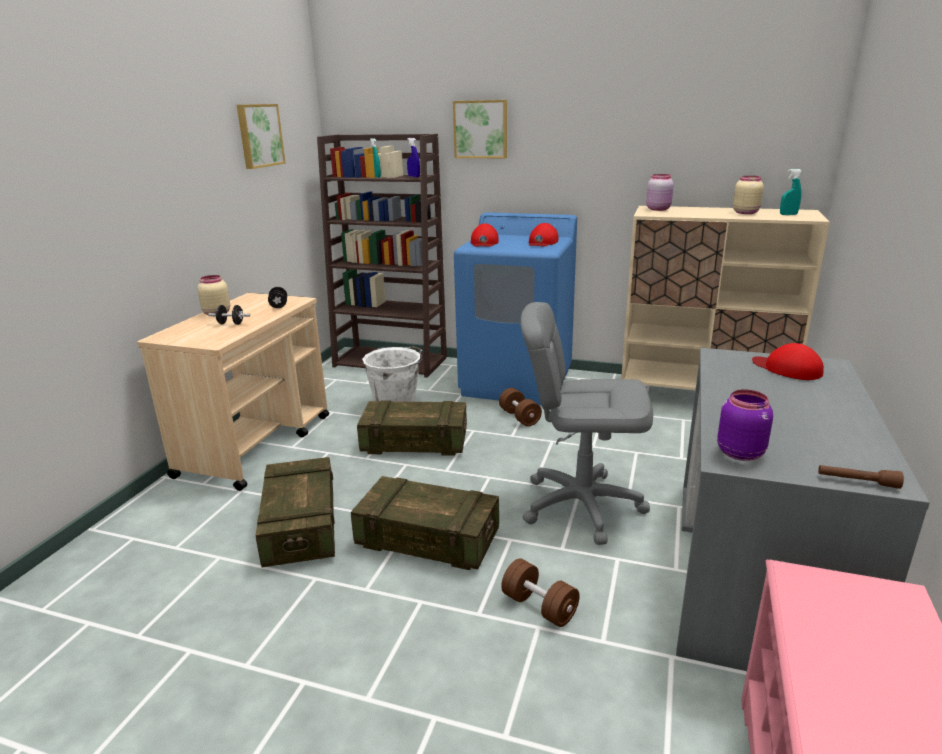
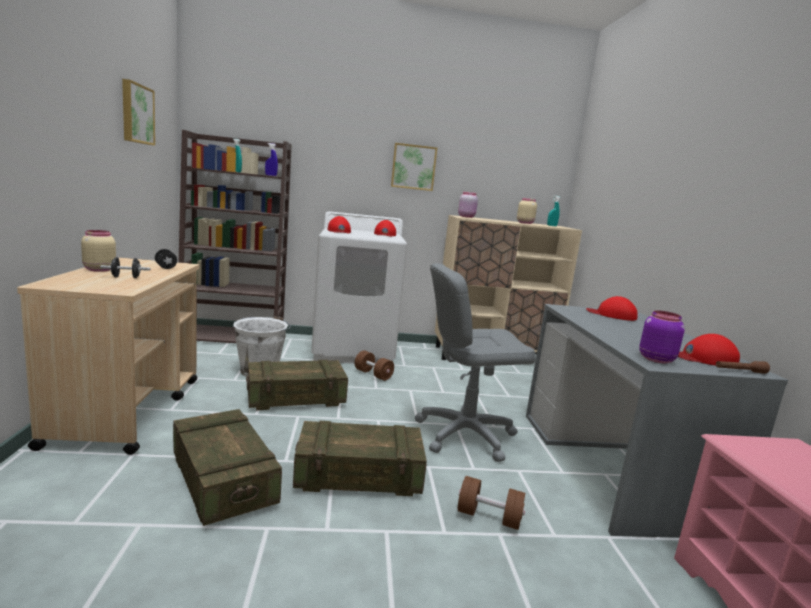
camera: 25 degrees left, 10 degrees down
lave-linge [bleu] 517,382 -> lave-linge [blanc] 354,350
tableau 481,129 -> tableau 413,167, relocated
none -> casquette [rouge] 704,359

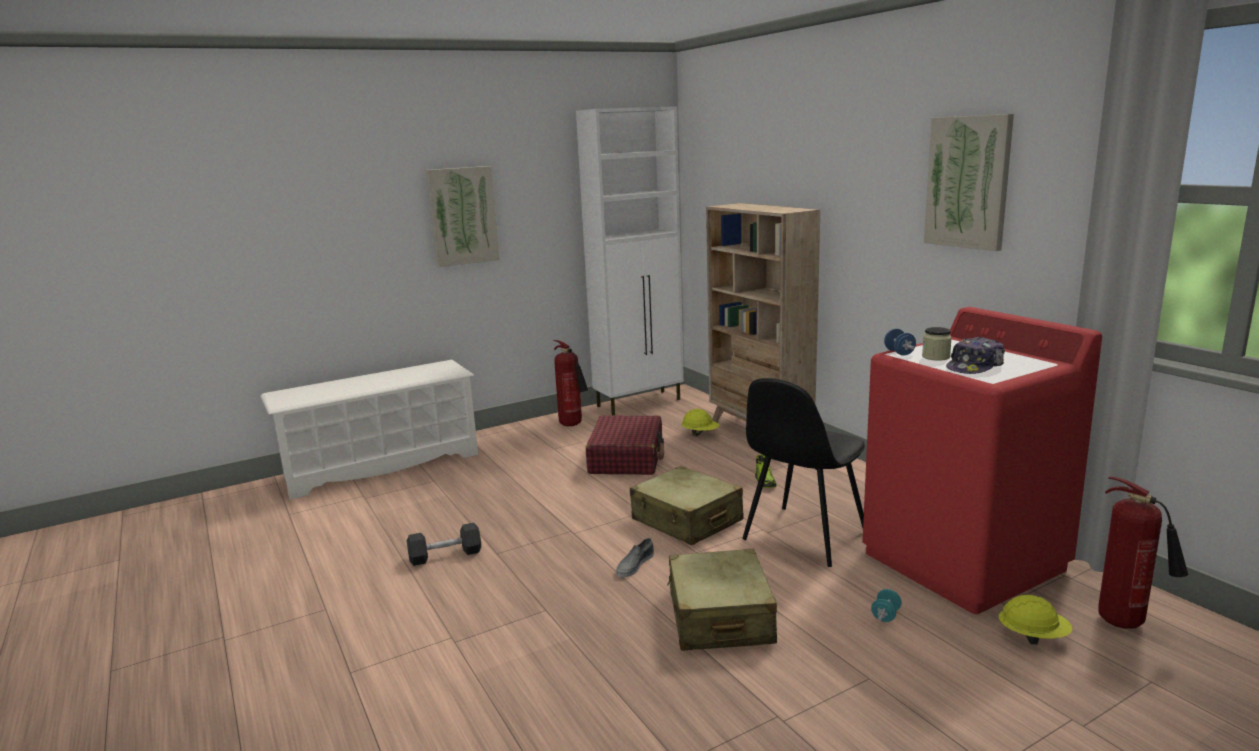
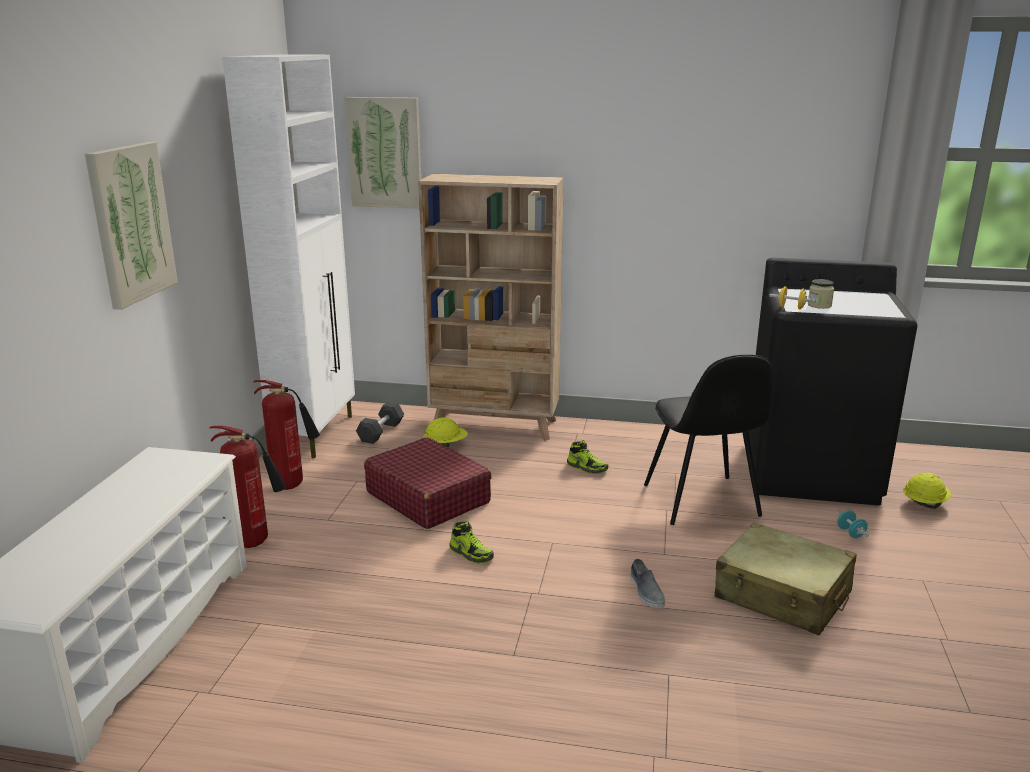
camera: 50 degrees left, 5 degrees up
extincteur 1126,624 -> extincteur 256,542, relocated
tableau 968,182 -> tableau 385,153, relocated
haltère [gris] 445,555 -> haltère [gris] 381,432, relocated
none -> chaussure 471,554
lave-linge [rouge] 964,561 -> lave-linge [noir] 811,472
haltère [bleu] 899,353 -> haltère [jaune] 791,307
valise [beige] 686,520 -> none
casquette 975,367 -> none

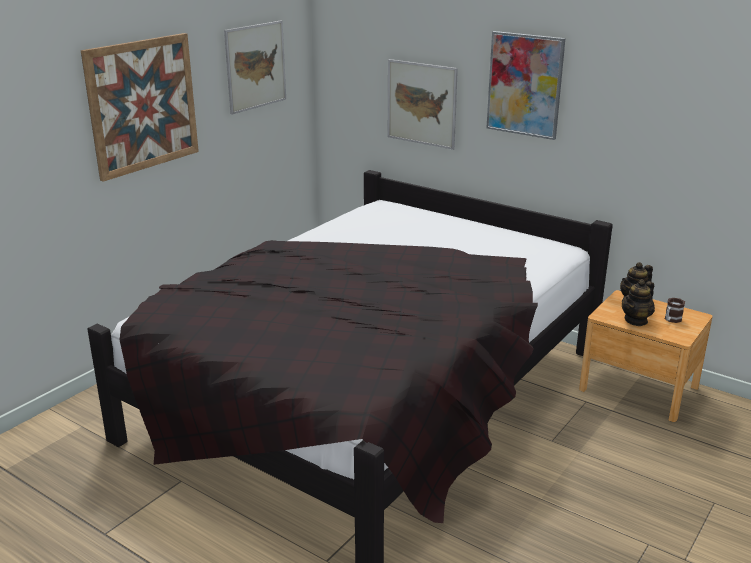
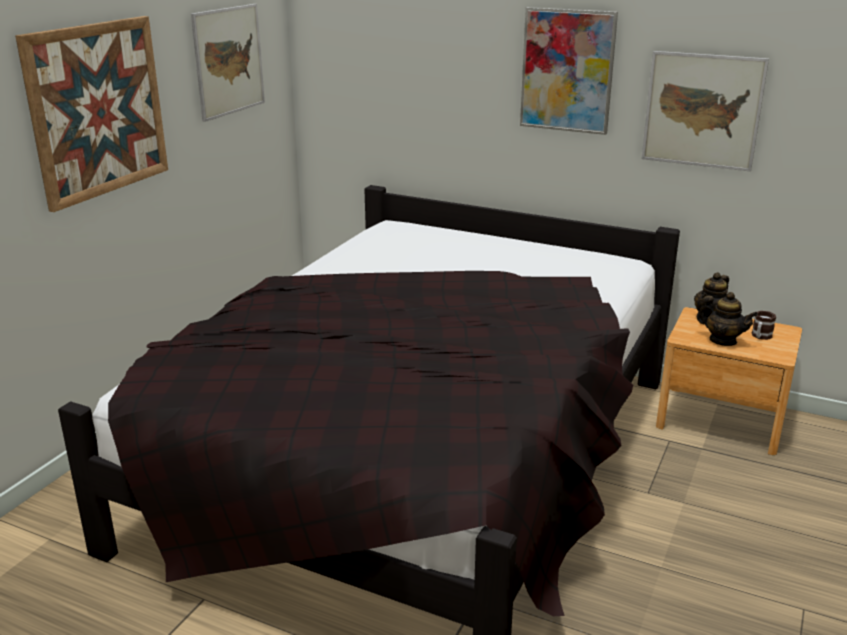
camera: 10 degrees left, 0 degrees up
tableau 421,103 -> tableau 702,110, relocated
théière 636,320 -> théière 722,341, 90 degrees counterclockwise

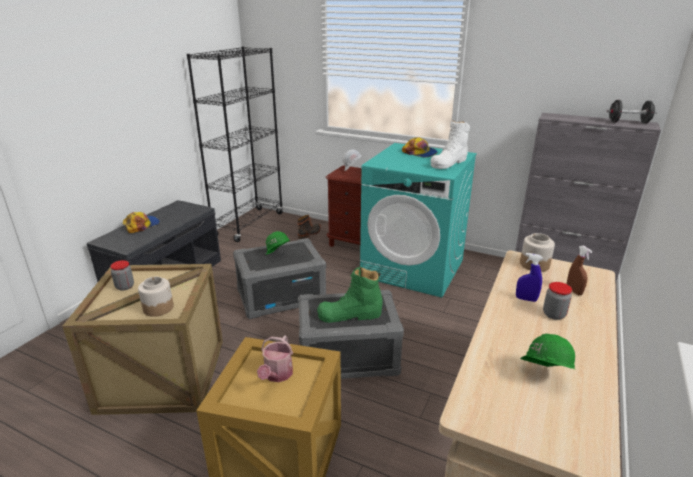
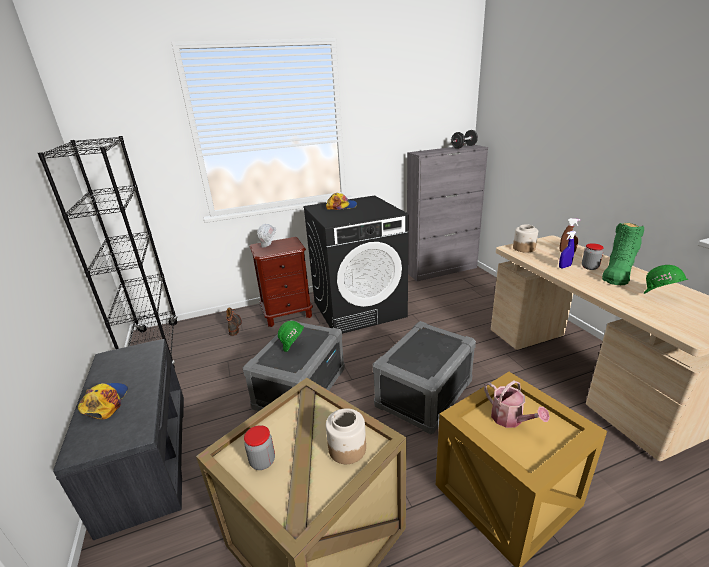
camera: 45 degrees left, 0 degrees up
lave-linge [turquoise] 413,268 -> lave-linge [noir] 359,309
botte [vert] 349,315 -> botte [vert] 617,273, relocated
botte [blanc] 449,163 -> none

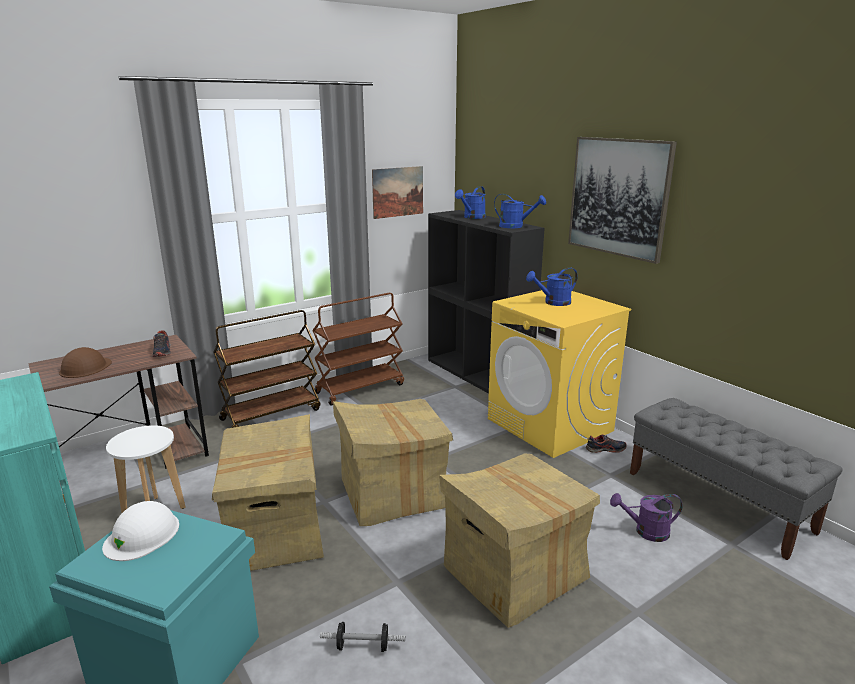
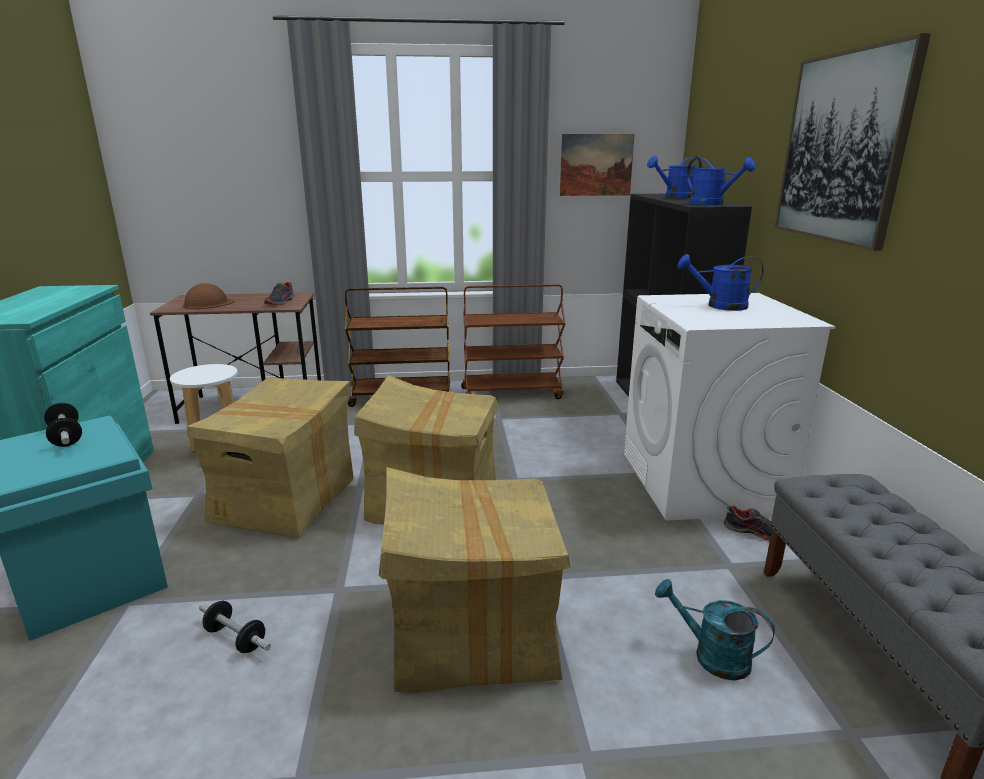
camera: 30 degrees right, 0 degrees up
casque de chantier [blanc] 142,535 -> haltère 66,437
lave-linge [jaune] 550,425 -> lave-linge [blanc] 701,482
arrosoir [violet] 646,531 -> arrosoir [turquoise] 711,656

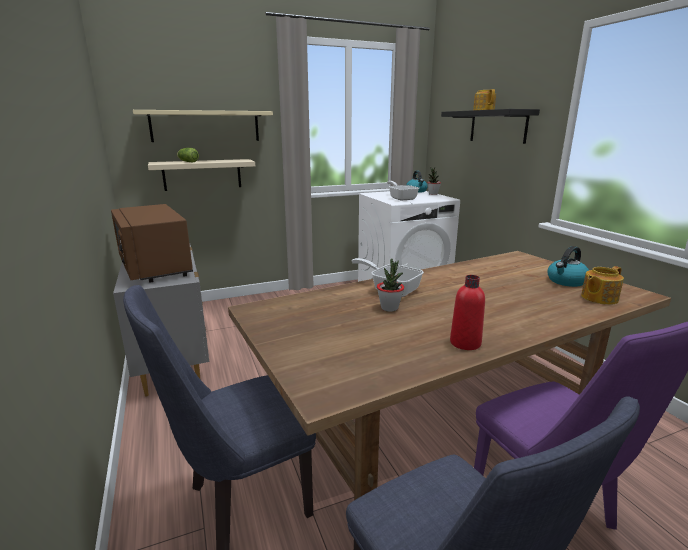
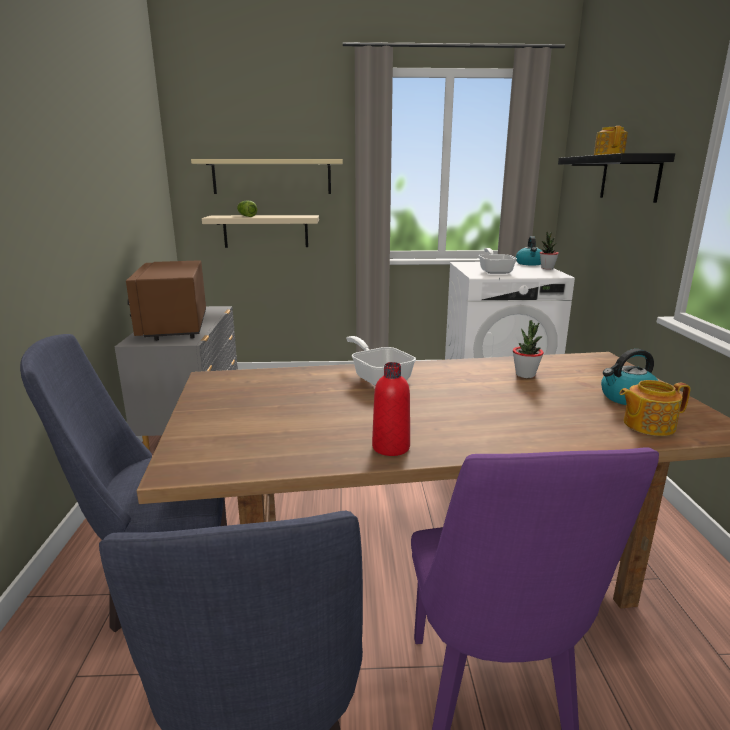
camera: 20 degrees right, 0 degrees up
plante en pot 389,308 -> plante en pot 525,375, relocated

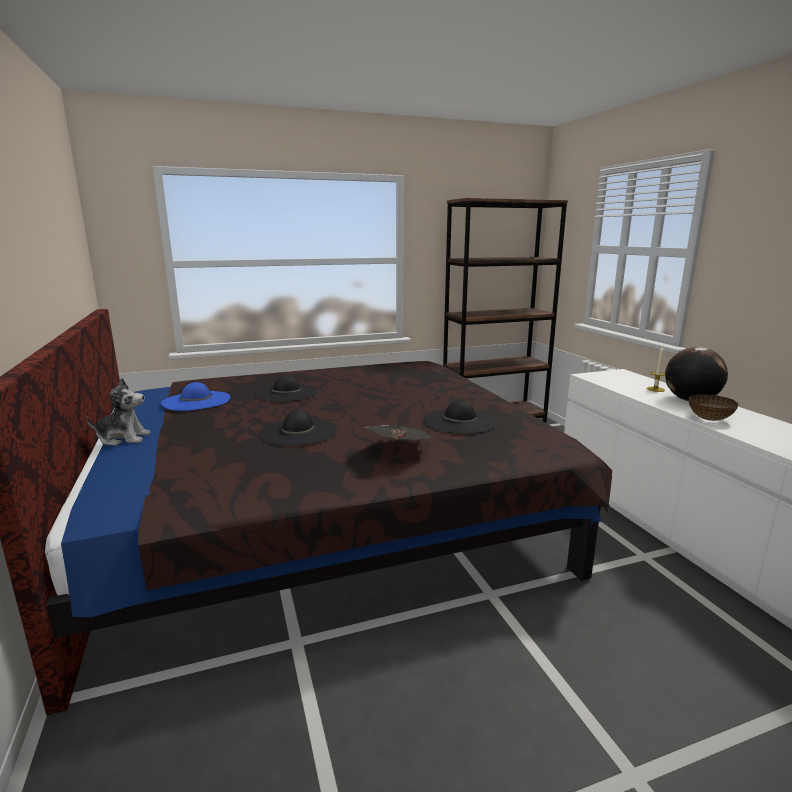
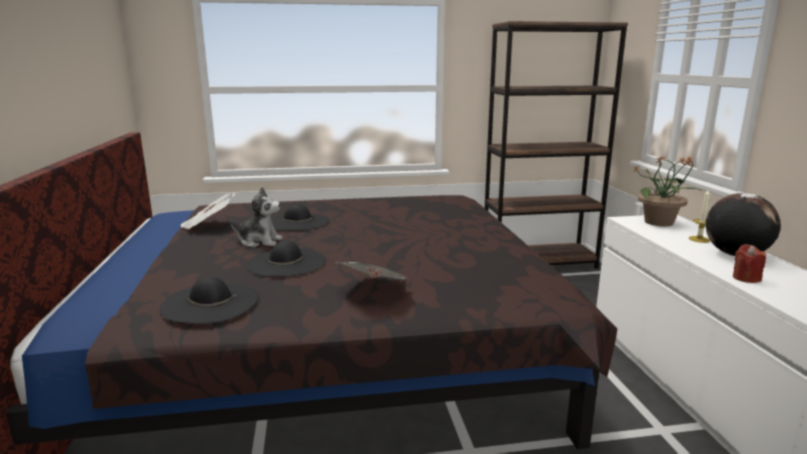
camera: 10 degrees right, 0 degrees up
chapeau [noir] 459,421 -> chapeau [noir] 210,303, relocated
chapeau [bleu] 196,401 -> journal 208,225
peluche 123,438 -> peluche 259,241, relocated
none -> plante en pot 660,222
bol 708,419 -> bougie [rouge] 746,278

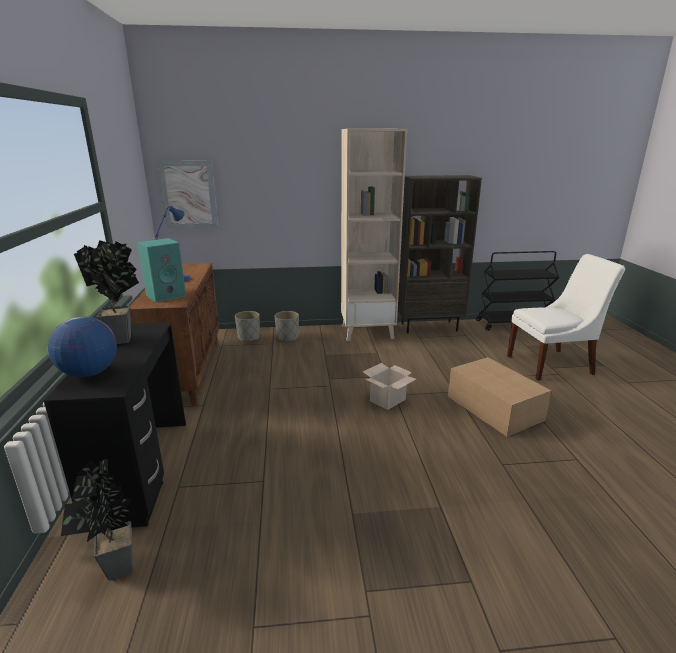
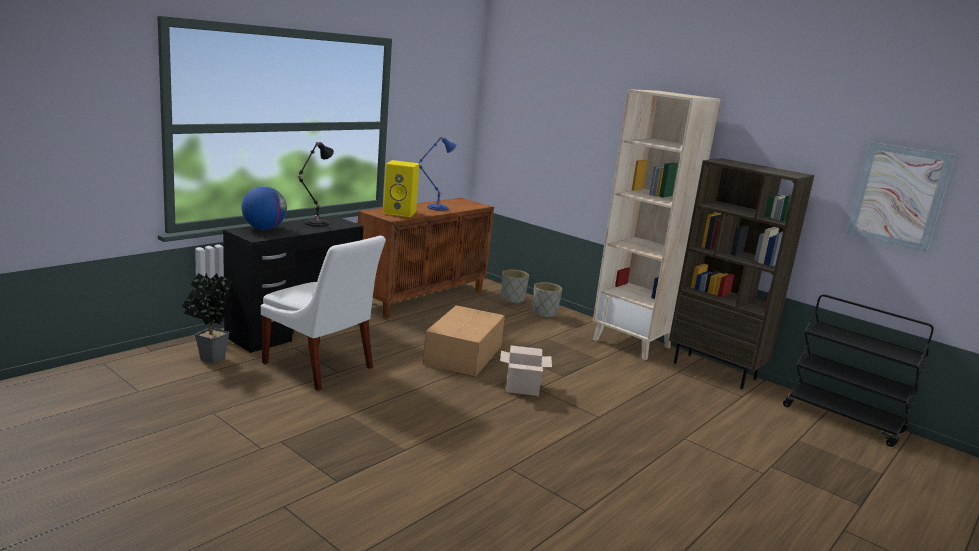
camera: 45 degrees right, 5 degrees down
chaise [blanc] 552,364 -> chaise [blanc] 320,367, relocated
plante en pot 123,340 -> lampe de table [noir] 315,223
enceinte [turquoise] 166,295 -> enceinte [jaune] 400,212
carton 493,407 -> carton 464,354, relocated
tableau 189,195 -> tableau 898,196, relocated

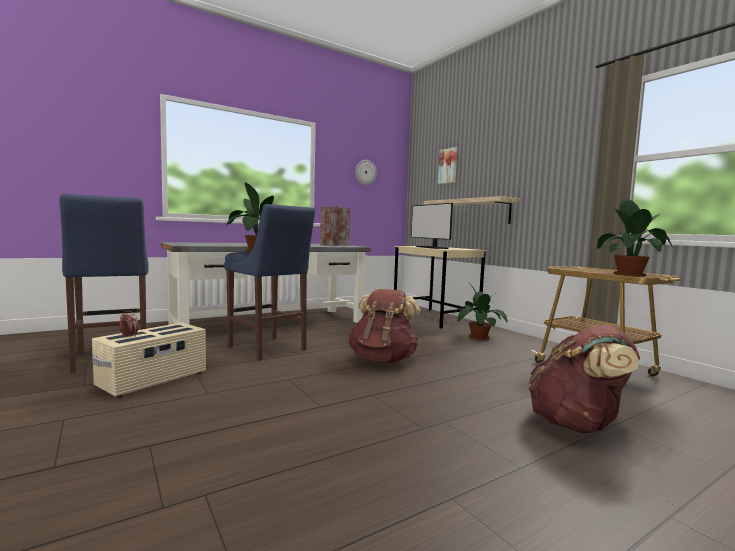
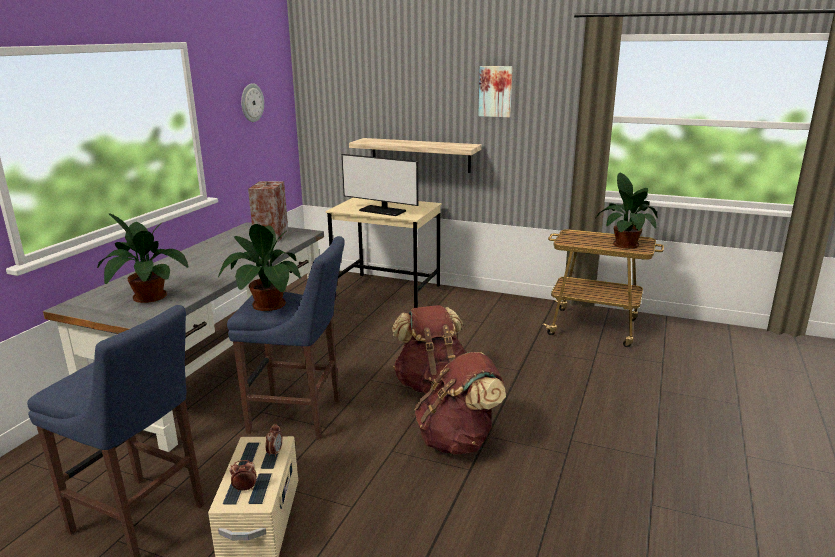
camera: 35 degrees left, 15 degrees up
plante en pot 477,336 -> plante en pot 146,296, relocated
none -> réveil 275,452
sac à dos [marron] 577,424 -> sac à dos [marron] 459,441, relocated
tableau 448,166 -> tableau 495,91, relocated

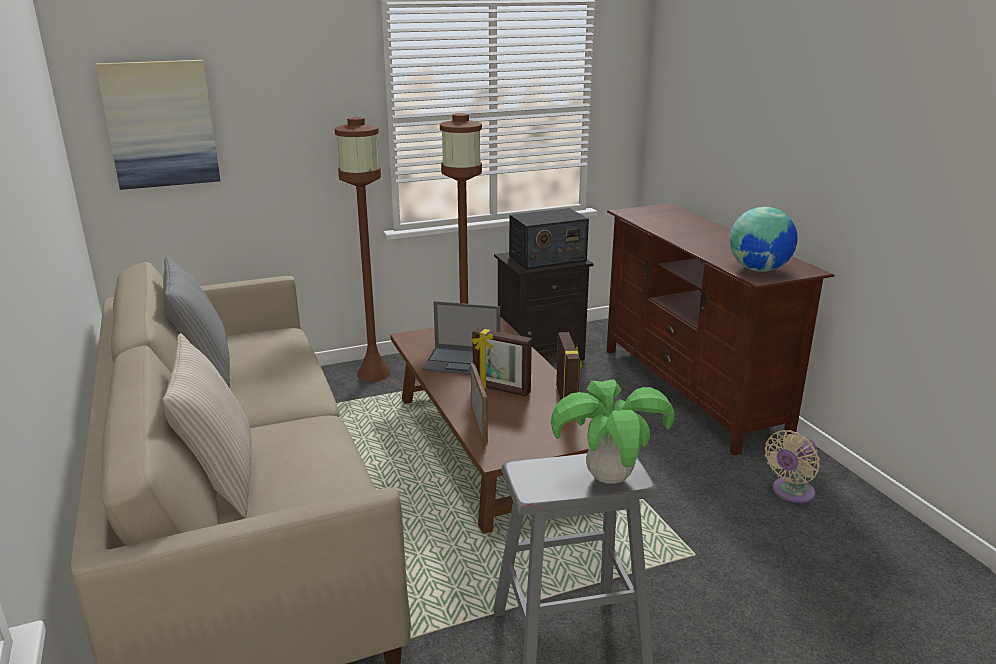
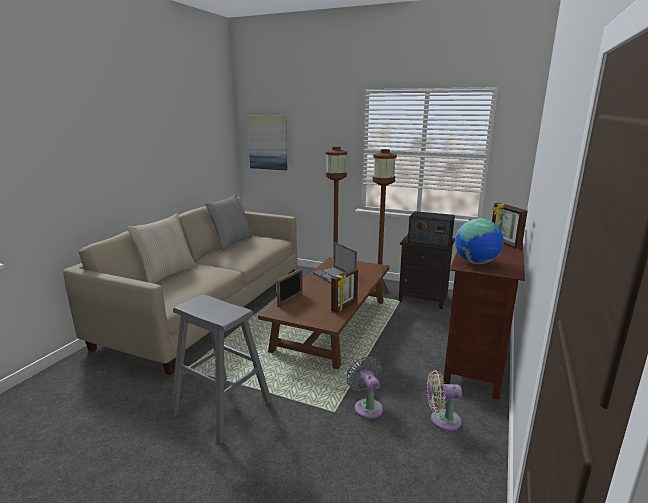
camera: 45 degrees right, 5 degrees down
none -> ventilateur [gris] 367,406
cadre photo 501,389 -> cadre photo 504,243, relocated
plante en pot 609,478 -> none

